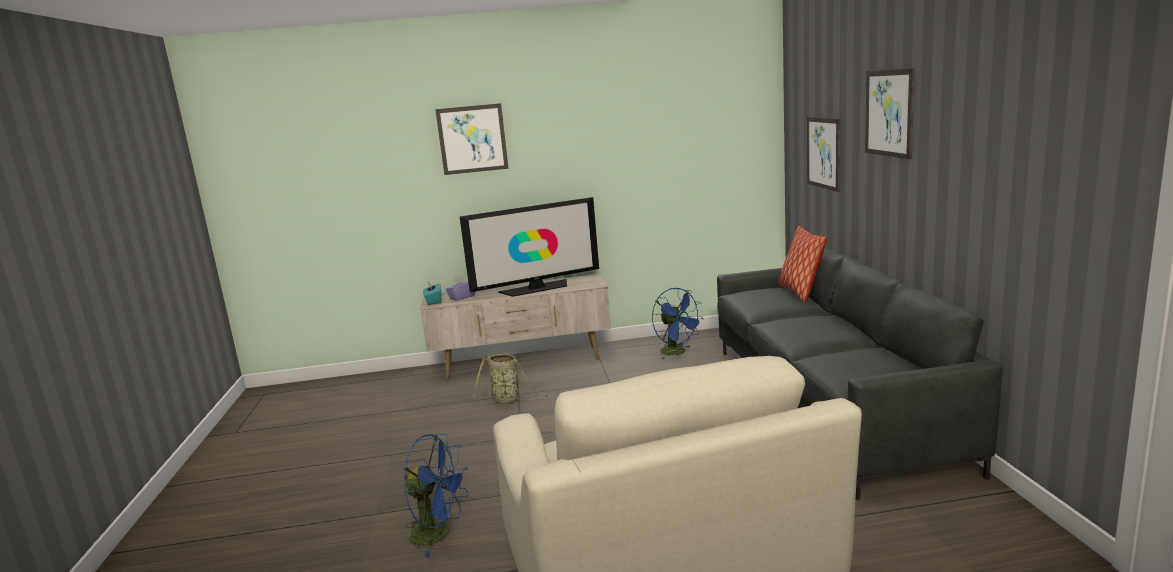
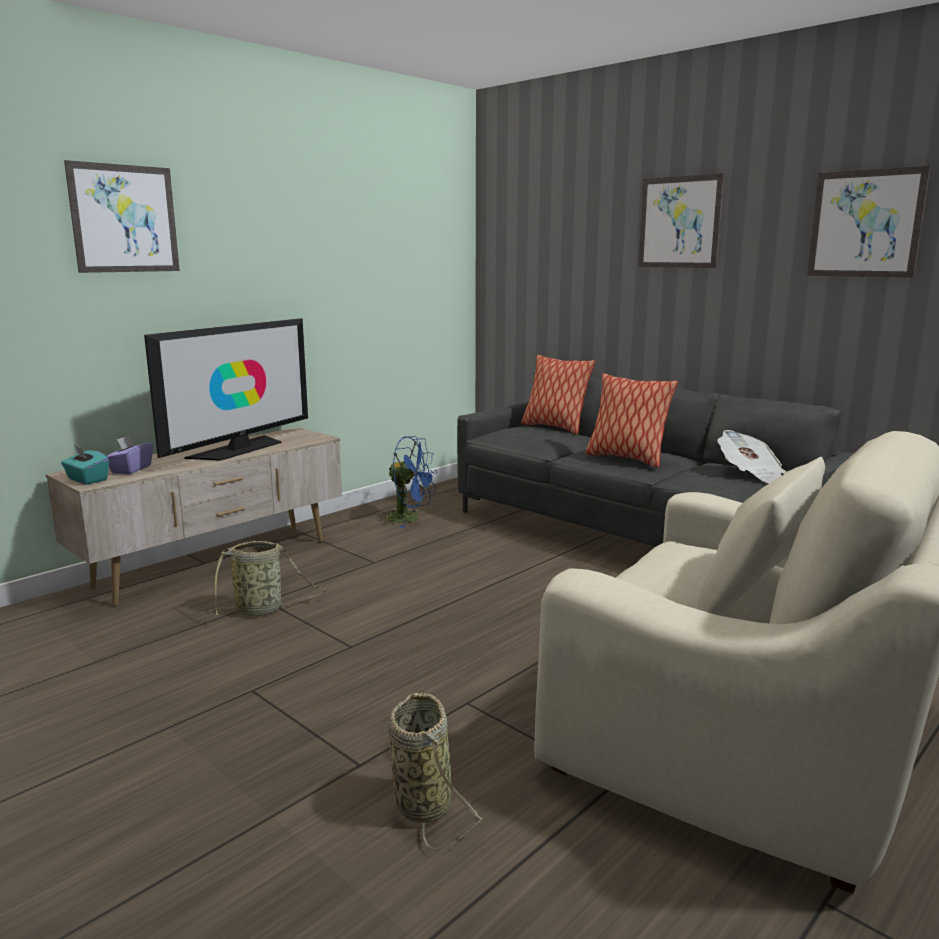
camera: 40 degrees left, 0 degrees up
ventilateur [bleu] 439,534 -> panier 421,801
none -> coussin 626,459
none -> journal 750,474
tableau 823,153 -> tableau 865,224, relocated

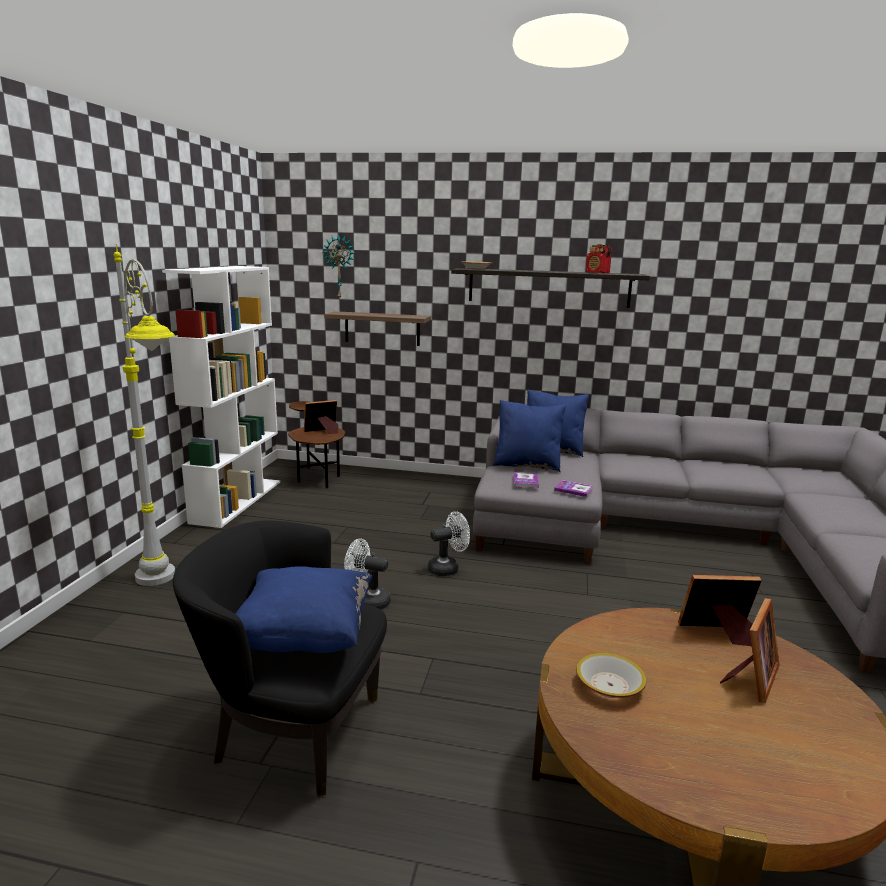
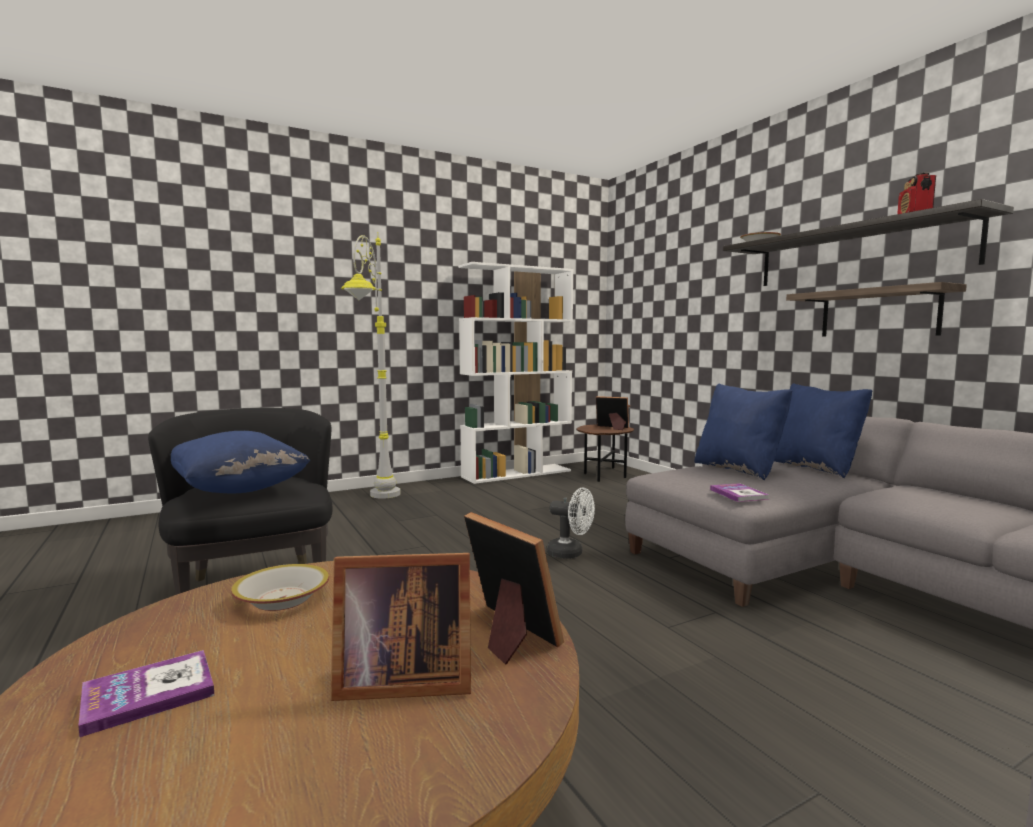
camera: 50 degrees right, 10 degrees down
livre 525,481 -> livre 148,694, relocated
étagère 382,328 -> étagère 878,313, relocated
horloge murale 340,267 -> none
ventilateur [blanc] 367,601 -> none

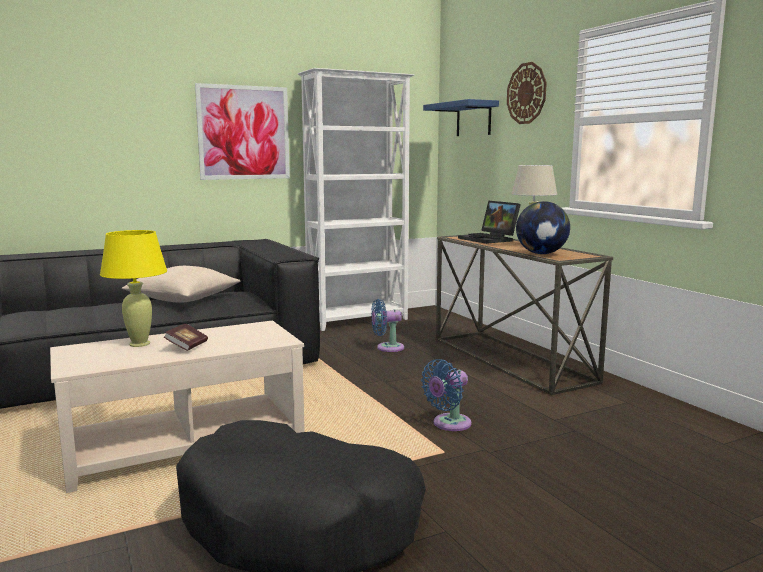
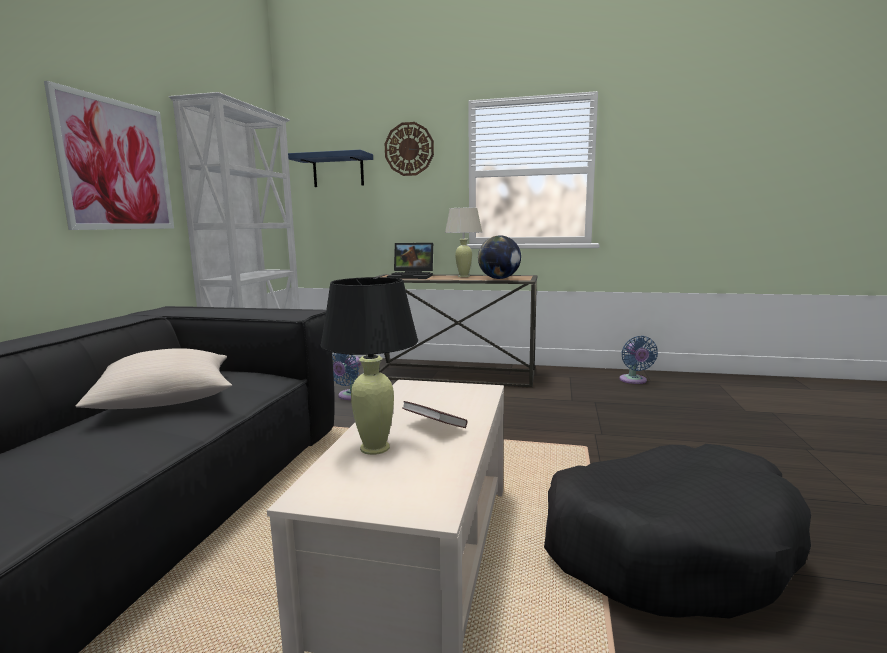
camera: 50 degrees left, 0 degrees up
lampe de table [jaune] 139,344 -> lampe de table [noir] 375,448
ventilateur [bleu] 449,424 -> ventilateur [bleu] 634,380, relocated

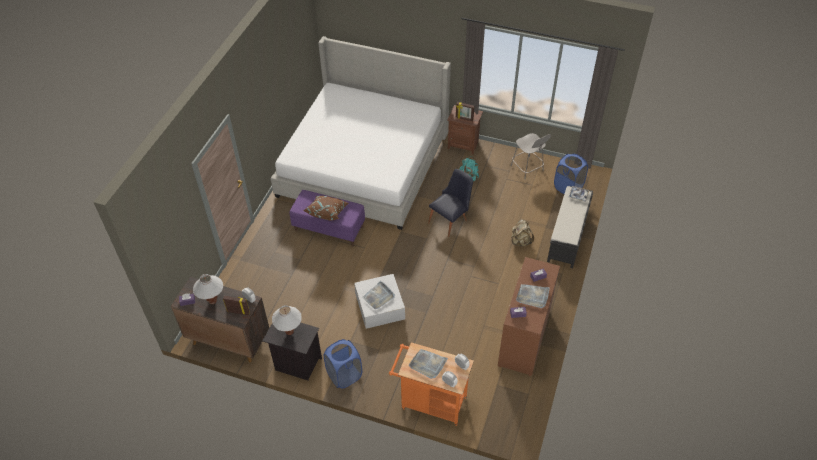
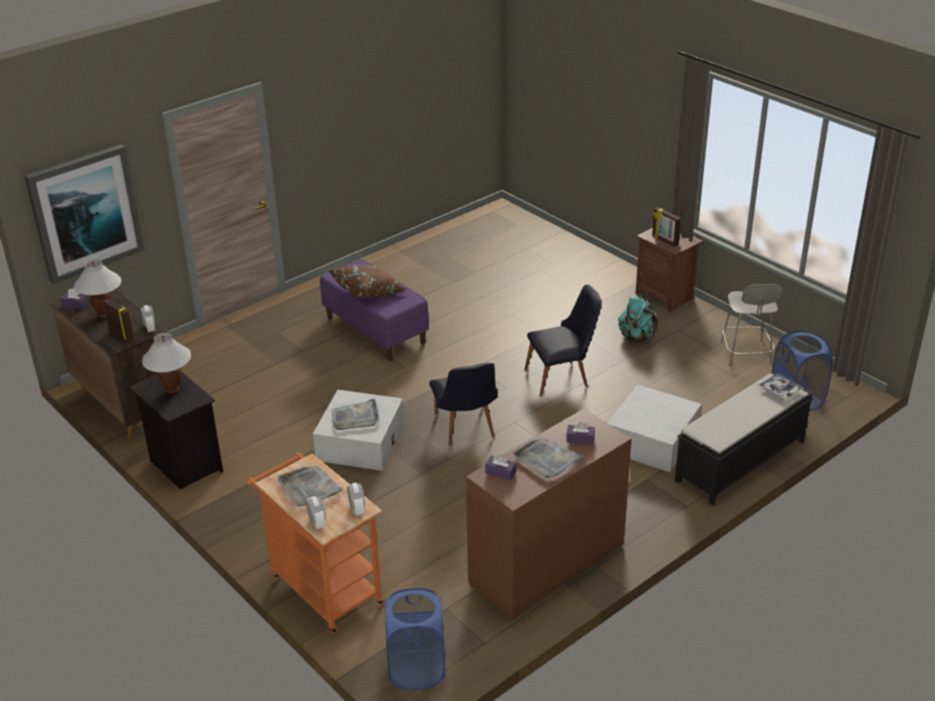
camera: 30 degrees right, 15 degrees down
none -> tableau 85,212
panier à linge [bleu] 344,375 -> panier à linge [bleu] 416,669, relocated
none -> chaise [noir] 465,430
sac à dos [beige] 520,241 -> boîte de rangement [blanc] 652,440
lit 364,164 -> none

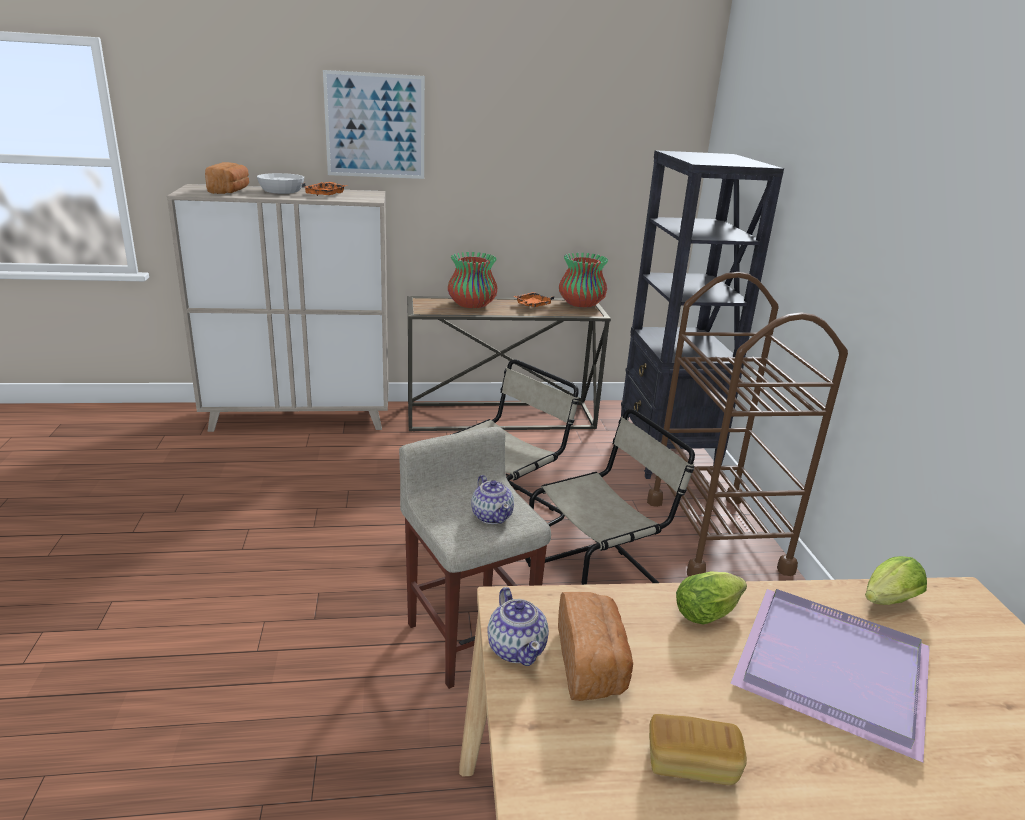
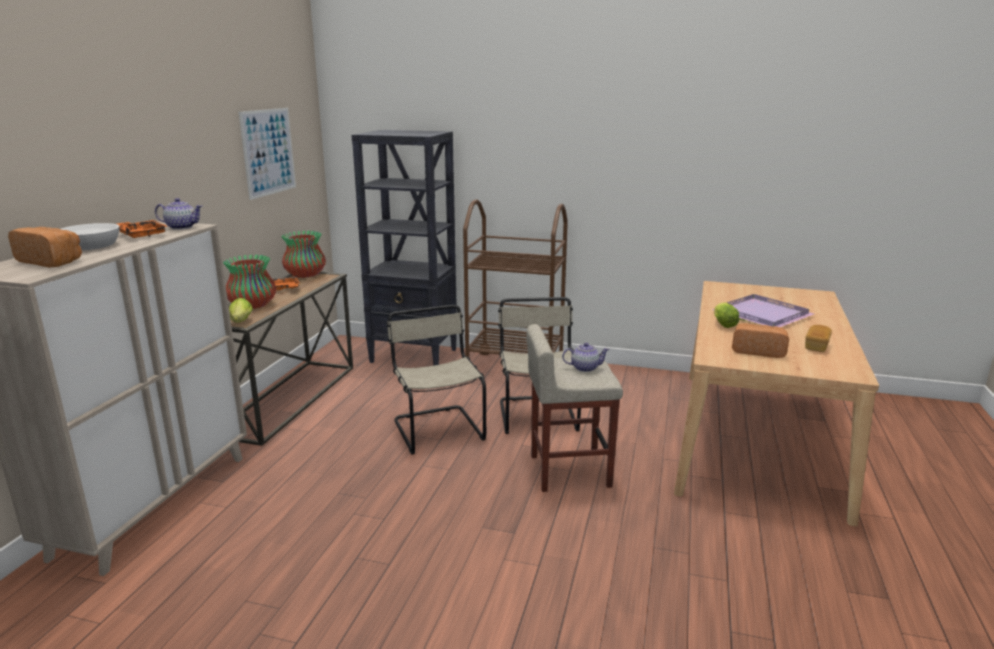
camera: 65 degrees left, 5 degrees down
théière 517,648 -> théière 181,227, relocated
laitue 886,602 -> laitue 240,322, relocated
tableau 375,126 -> tableau 268,152, relocated

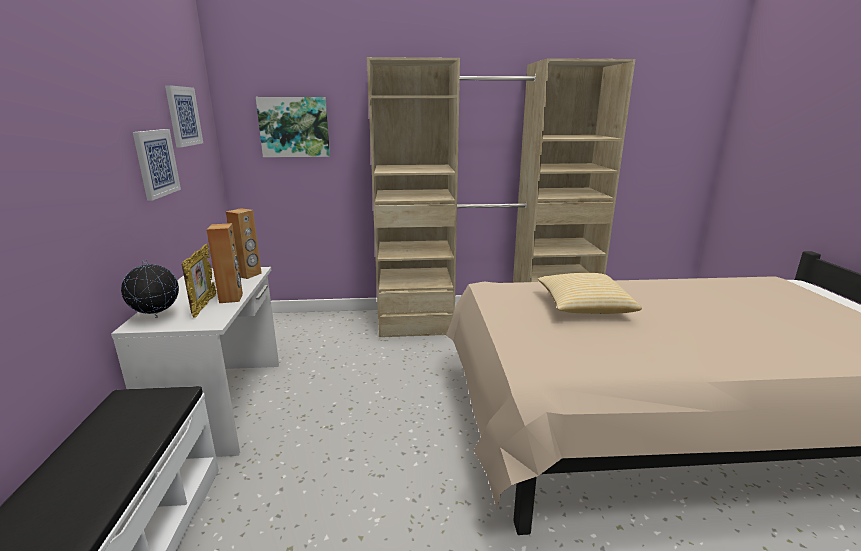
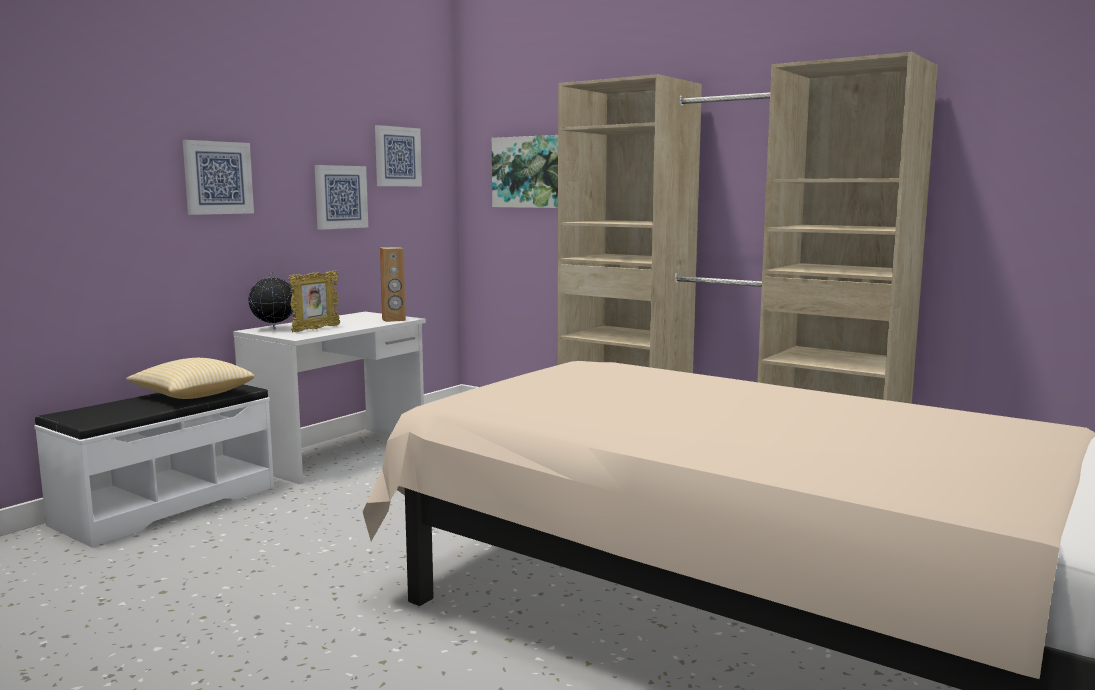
camera: 40 degrees right, 10 degrees down
coussin 583,307 -> coussin 192,395, relocated
none -> tableau 218,178
enceinte [marron] 231,298 -> none

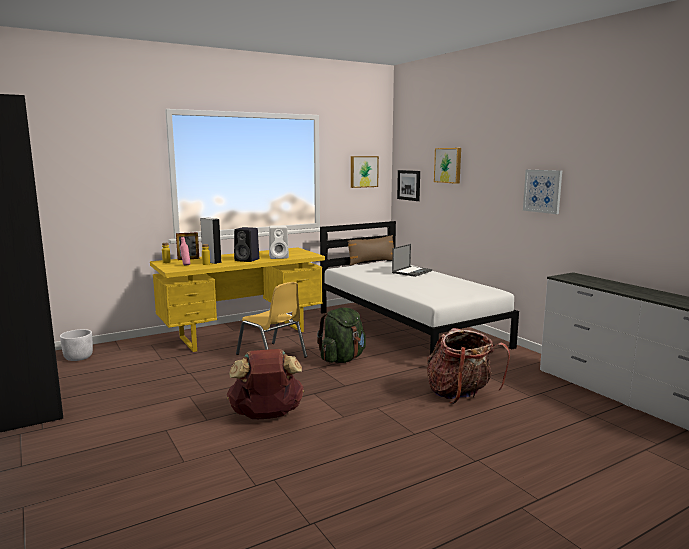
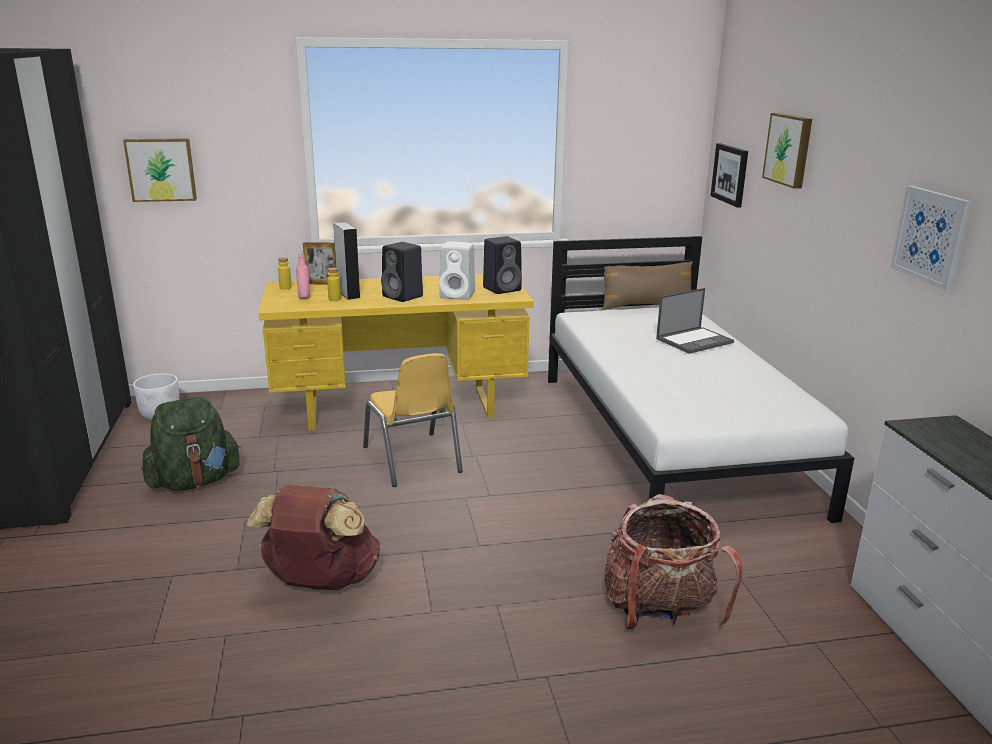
camera: 20 degrees right, 10 degrees up
tableau 363,171 -> tableau 161,169, relocated
sac à dos [vert] 342,359 -> sac à dos [vert] 194,481, relocated
none -> enceinte [noir] 503,289

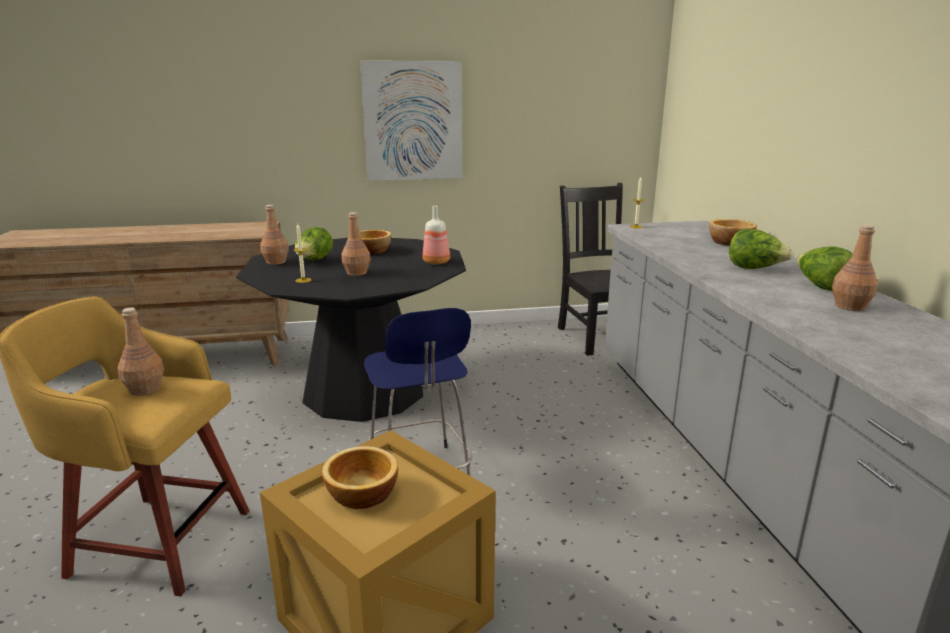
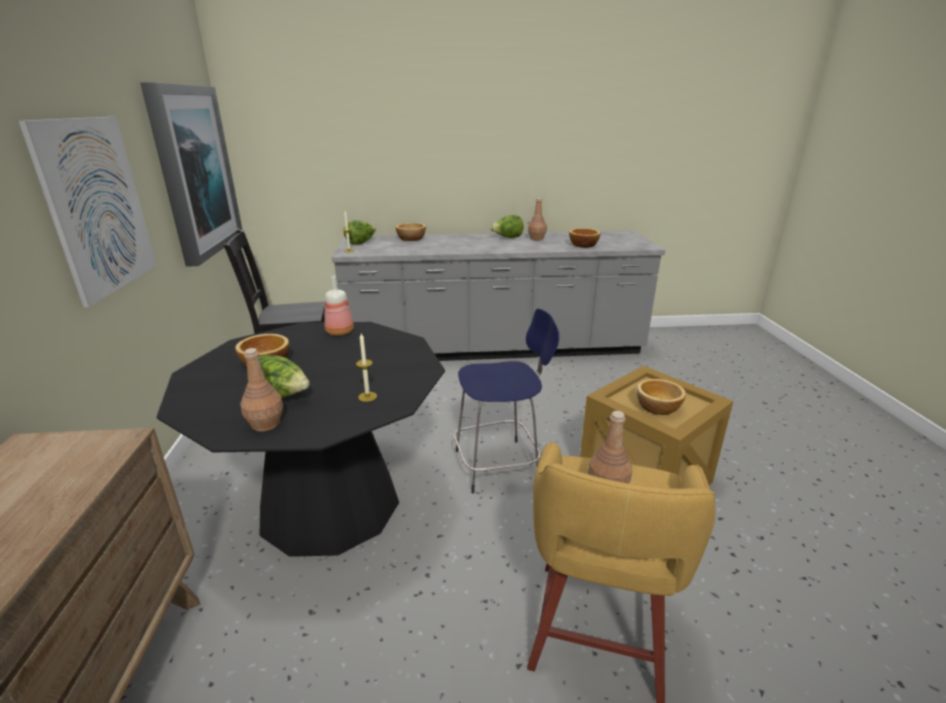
camera: 85 degrees left, 5 degrees up
none -> tableau 195,172
laitue 754,269 -> laitue 361,243, relocated
none -> bol 583,245
bouteille [marron] 356,273 -> none

